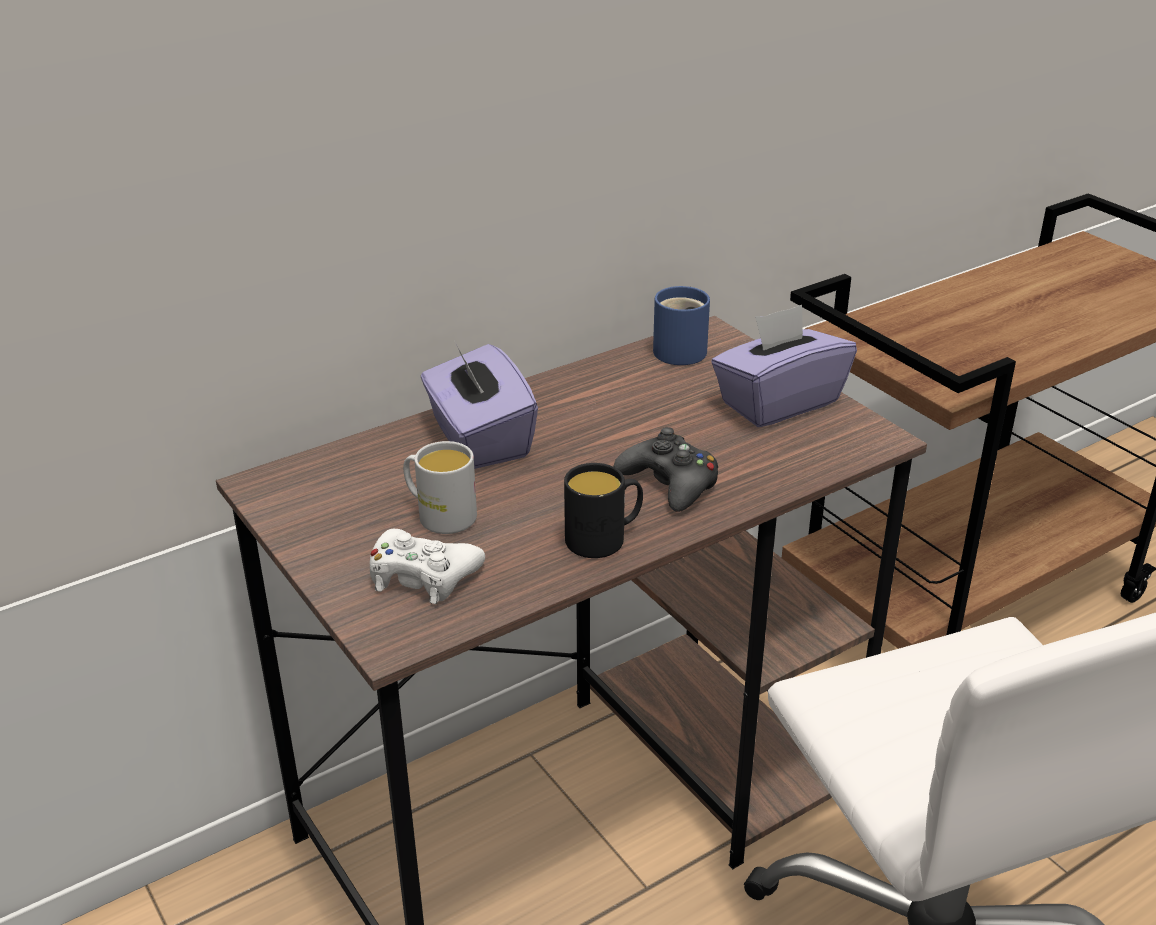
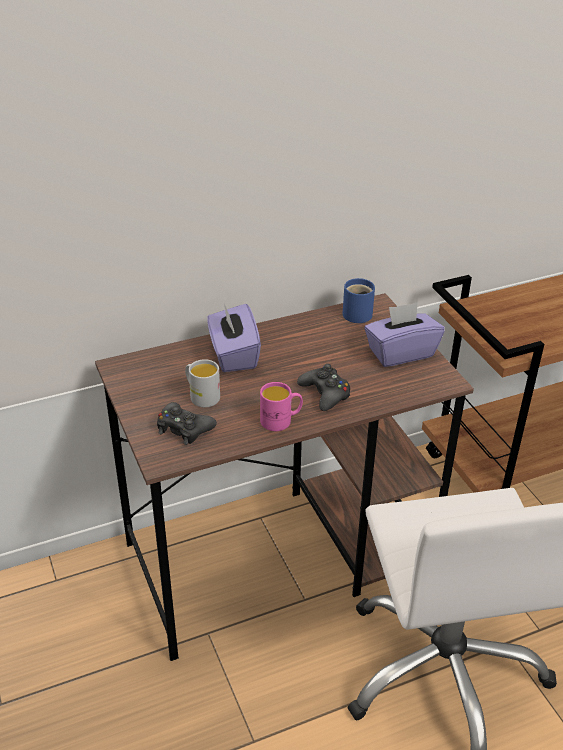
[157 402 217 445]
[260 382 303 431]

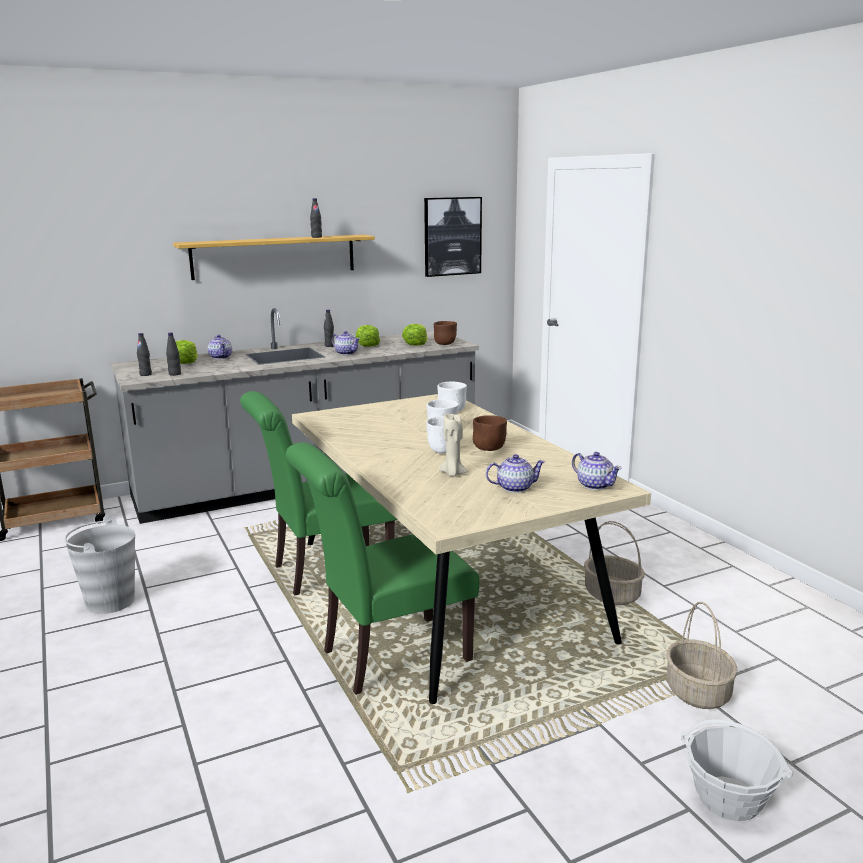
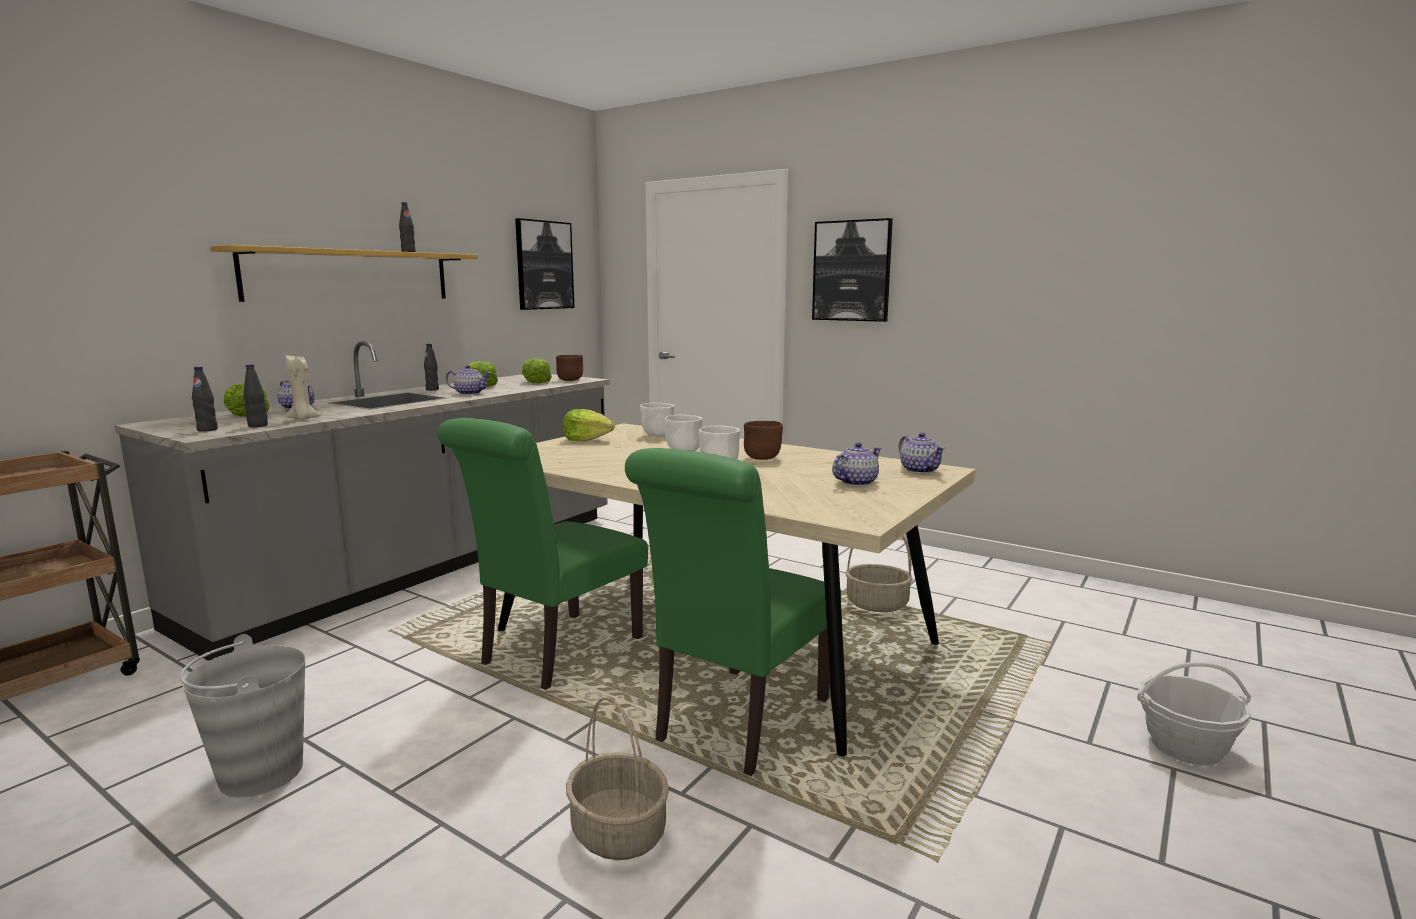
[285 355 320 420]
[899 432 945 474]
[566 697 669 860]
[563 409 615 441]
[812 218 893 322]

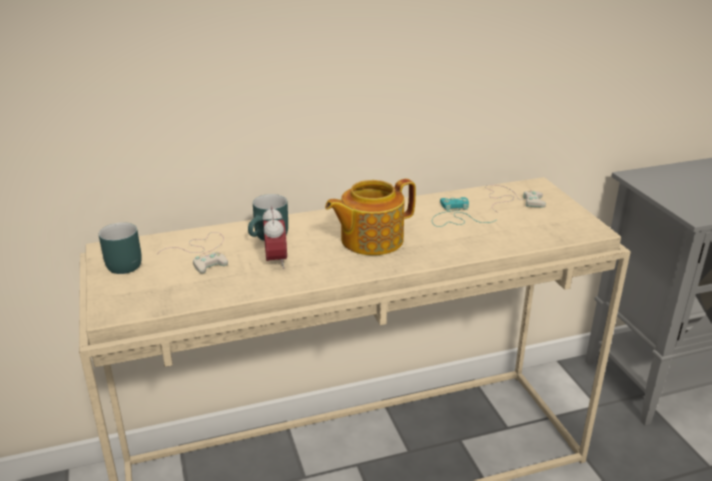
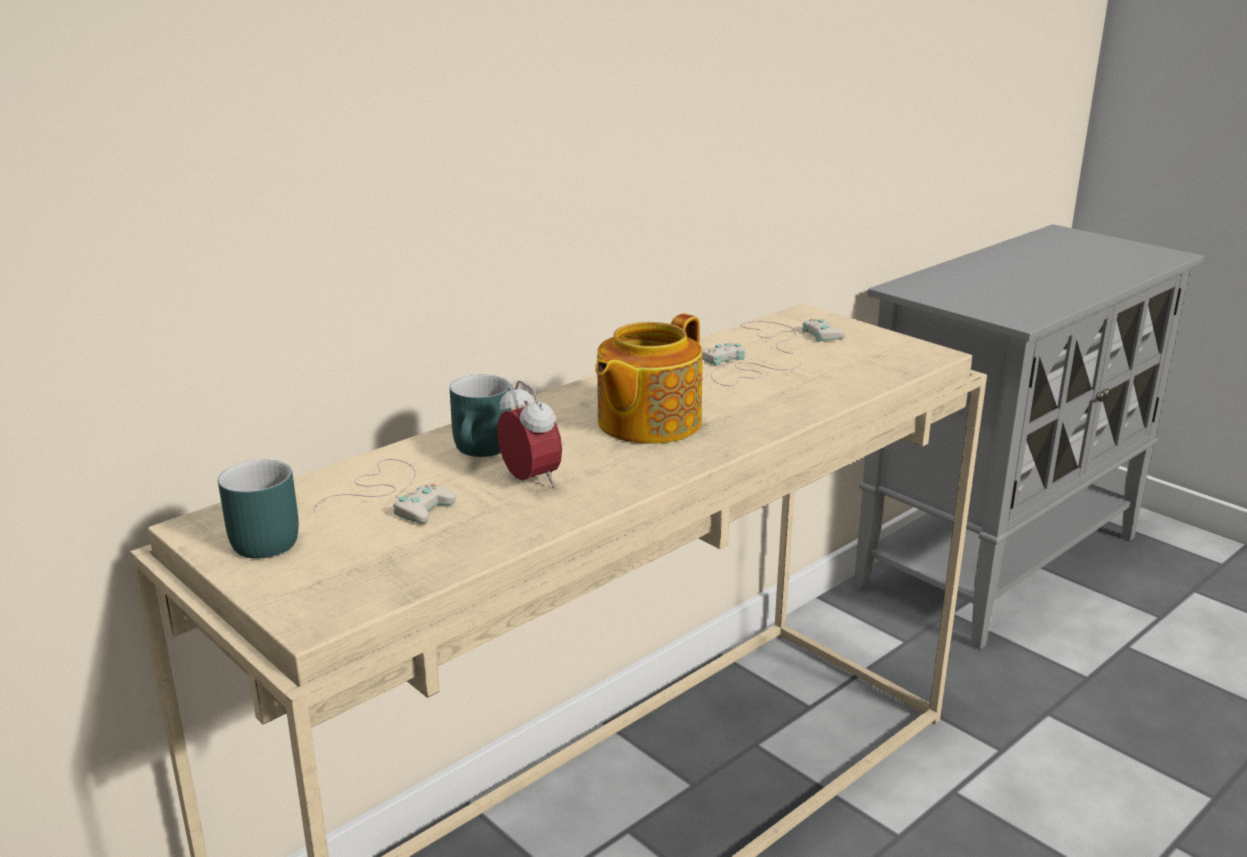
[702 343 802 386]

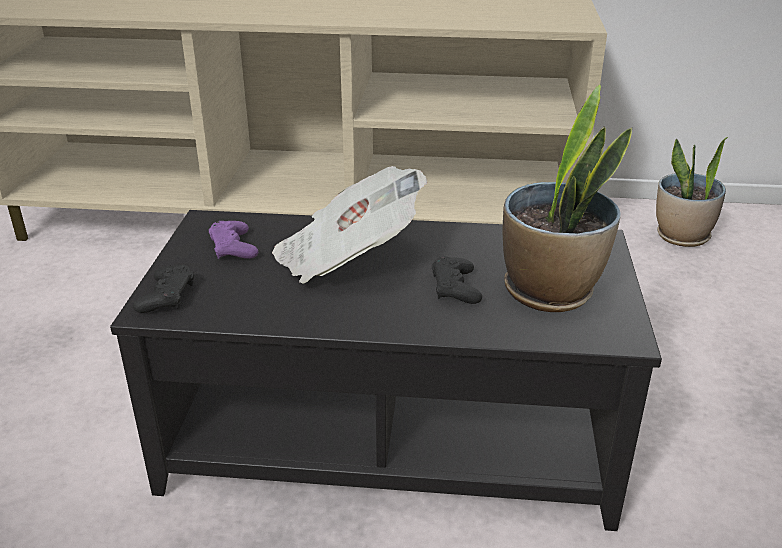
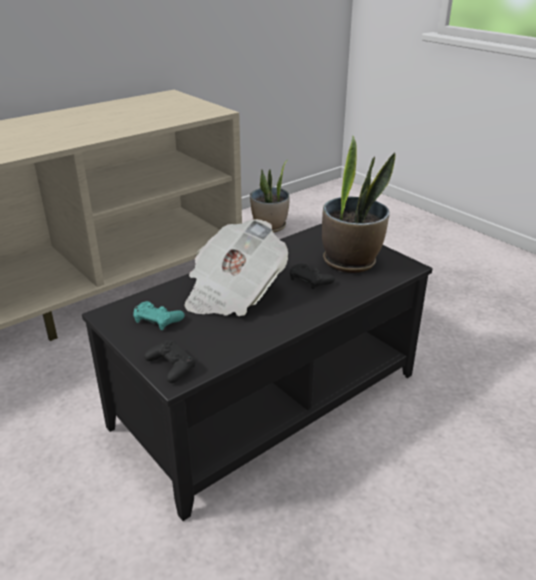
[133 301 185 330]

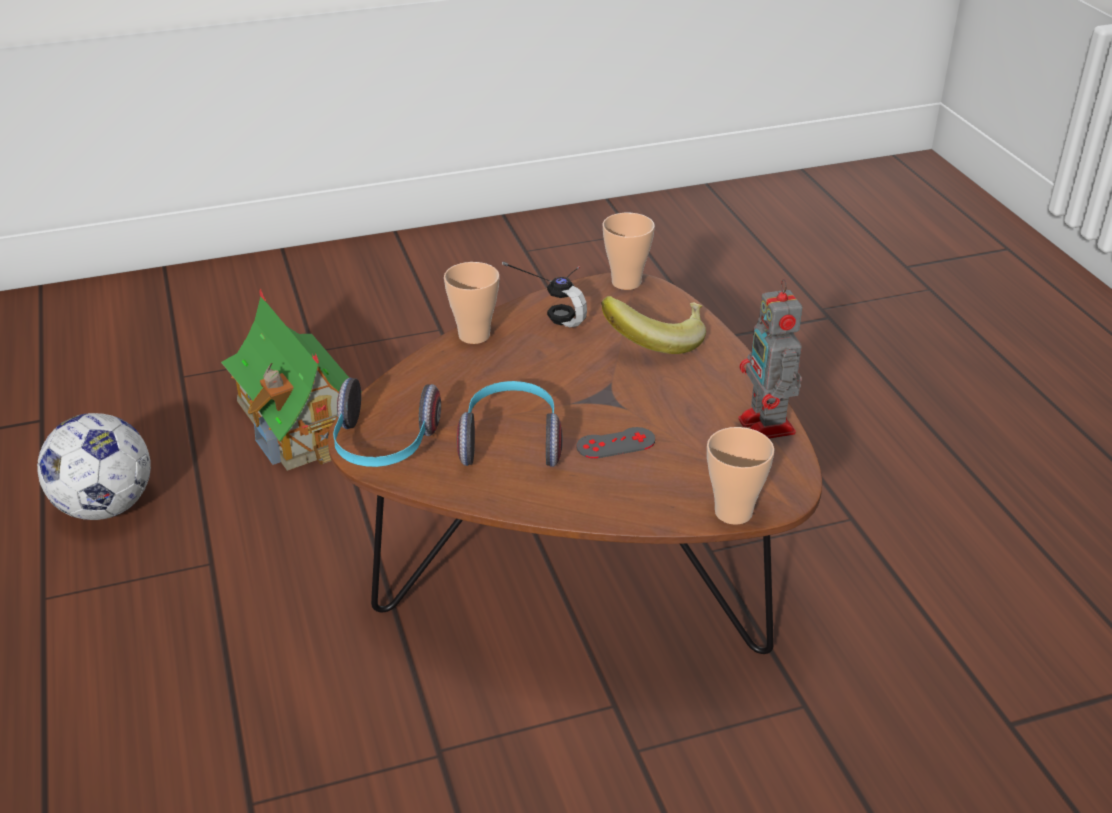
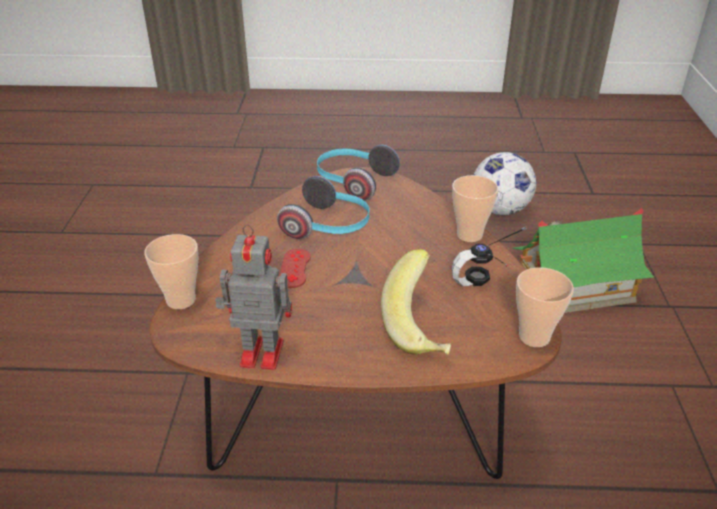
[279 249 311 288]

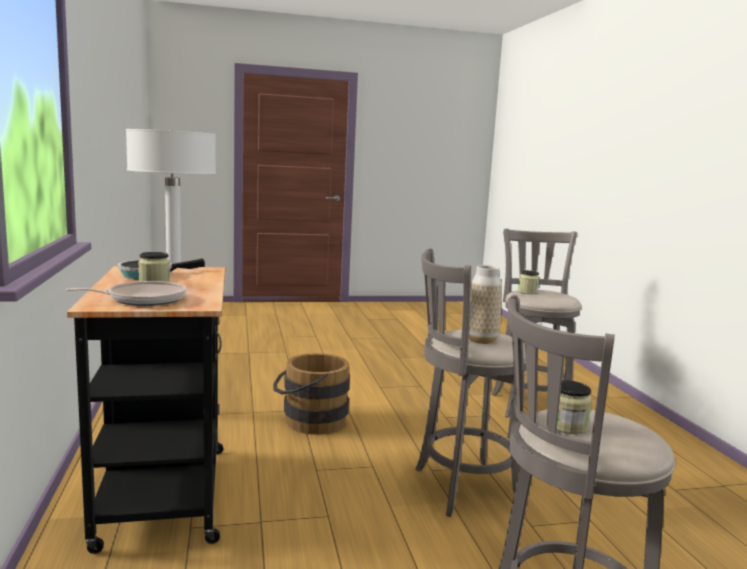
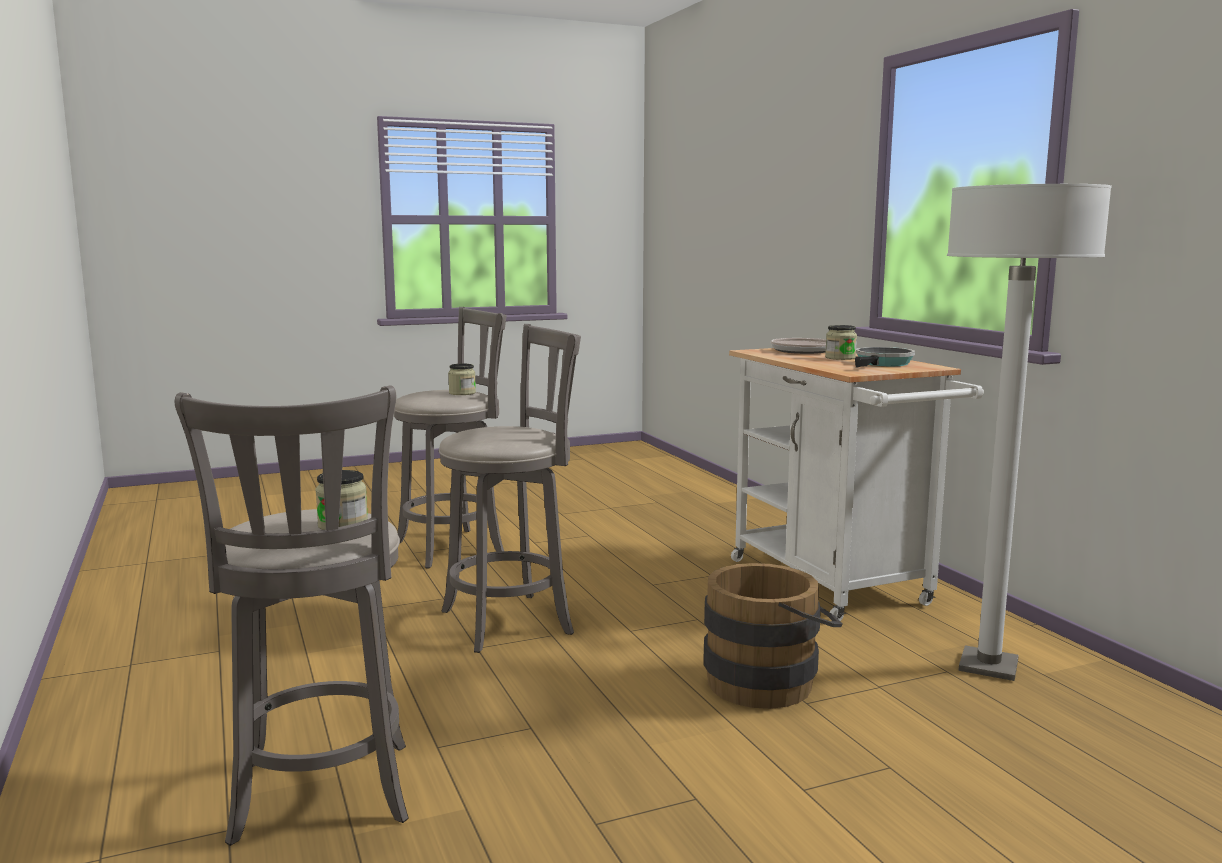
[729 348 984 621]
[469 265 502 344] (first image)

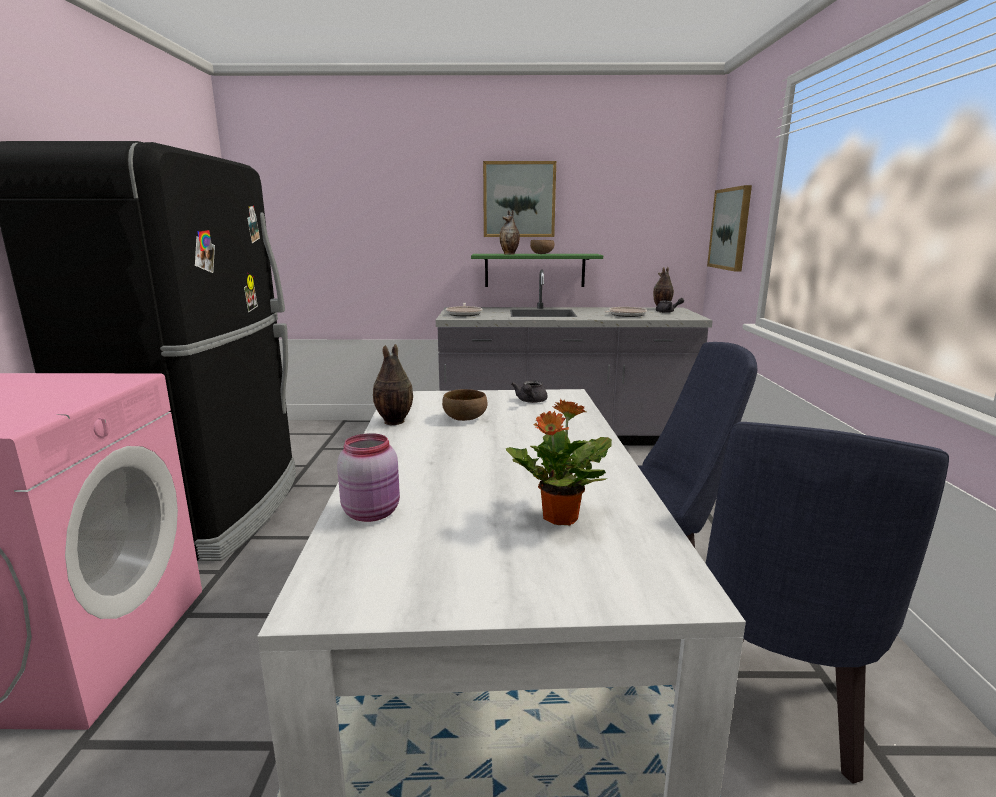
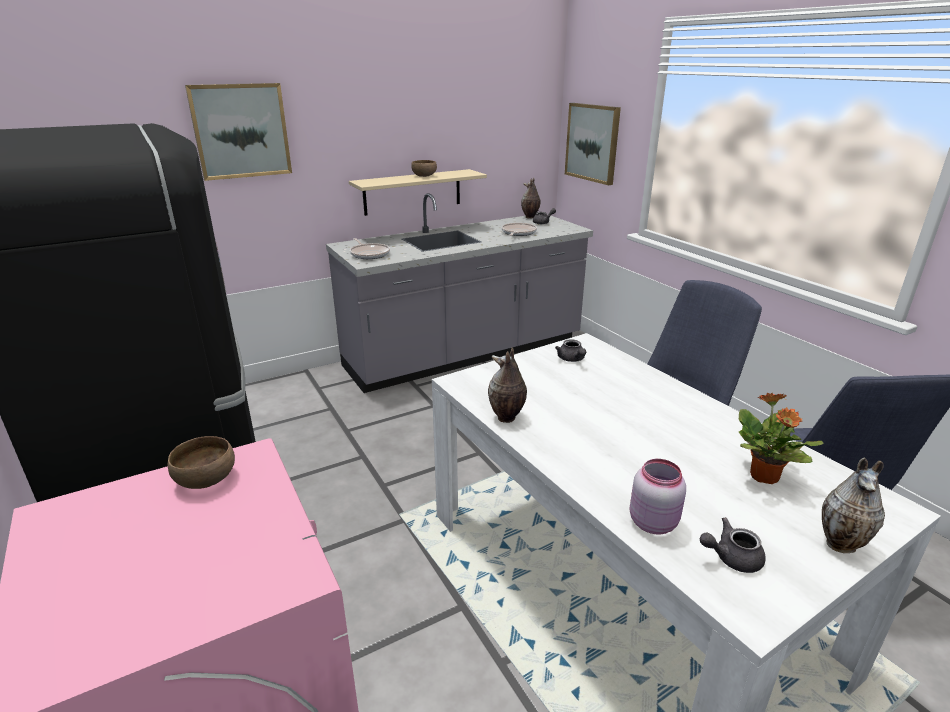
[168 436 235 489]
[349 169 487 216]
[185 83 292 181]
[822 458 885 553]
[700 517 766 573]

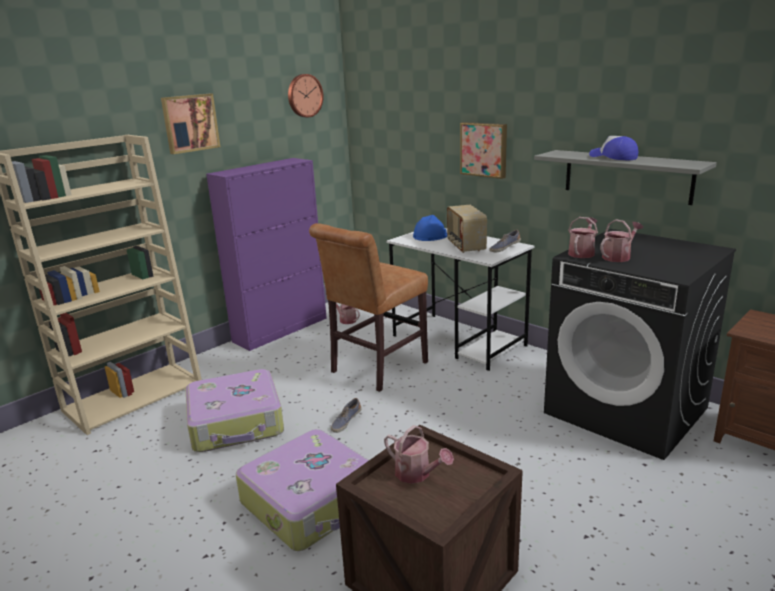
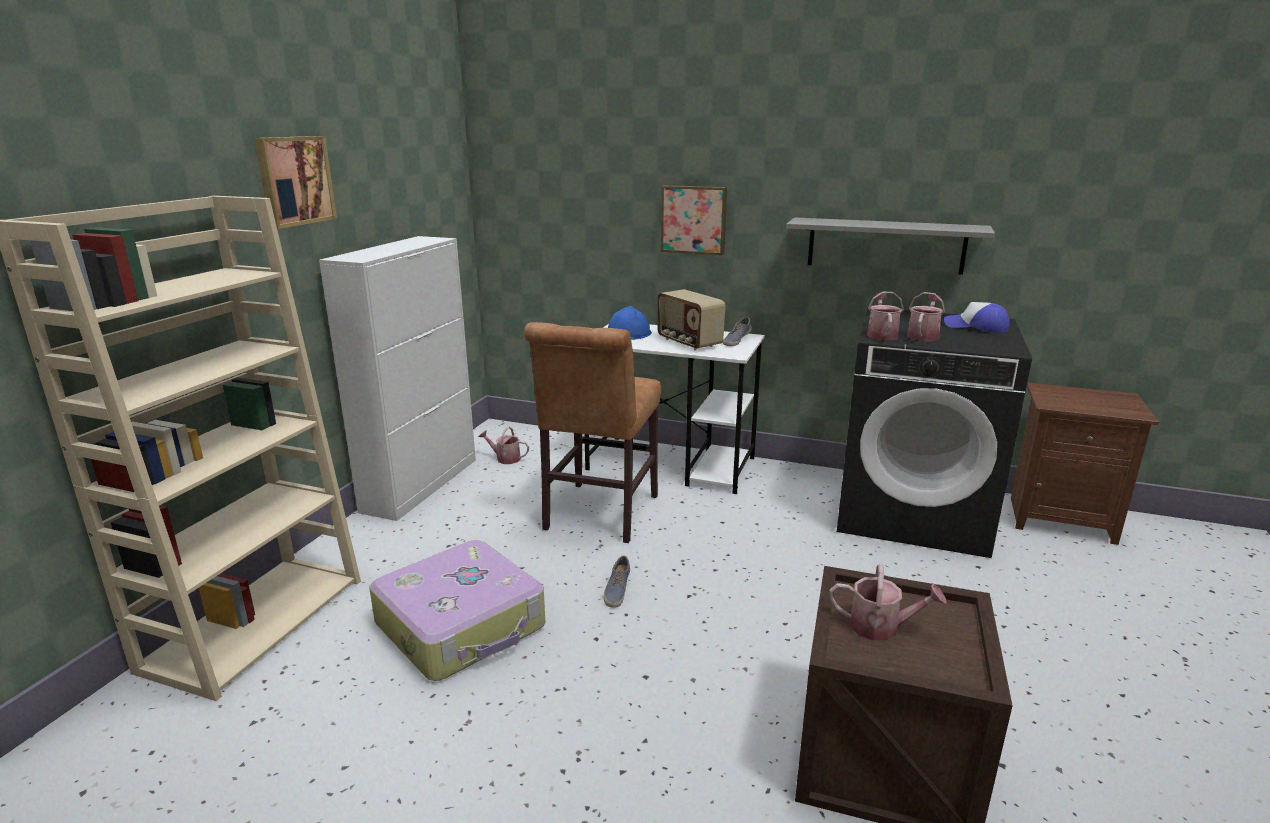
[319 236 476 521]
[236 429 369 551] (first image)
[288 74 324 117] (first image)
[944 302 1009 333]

